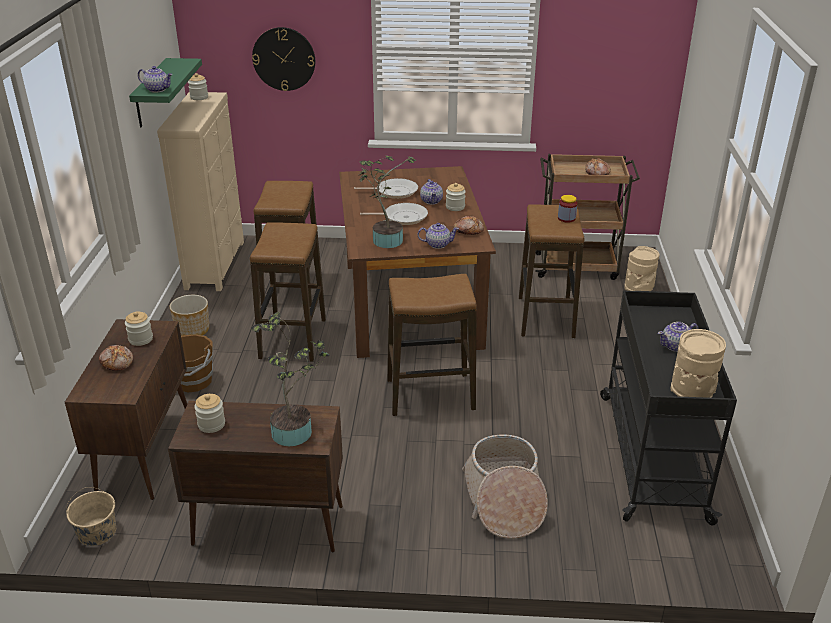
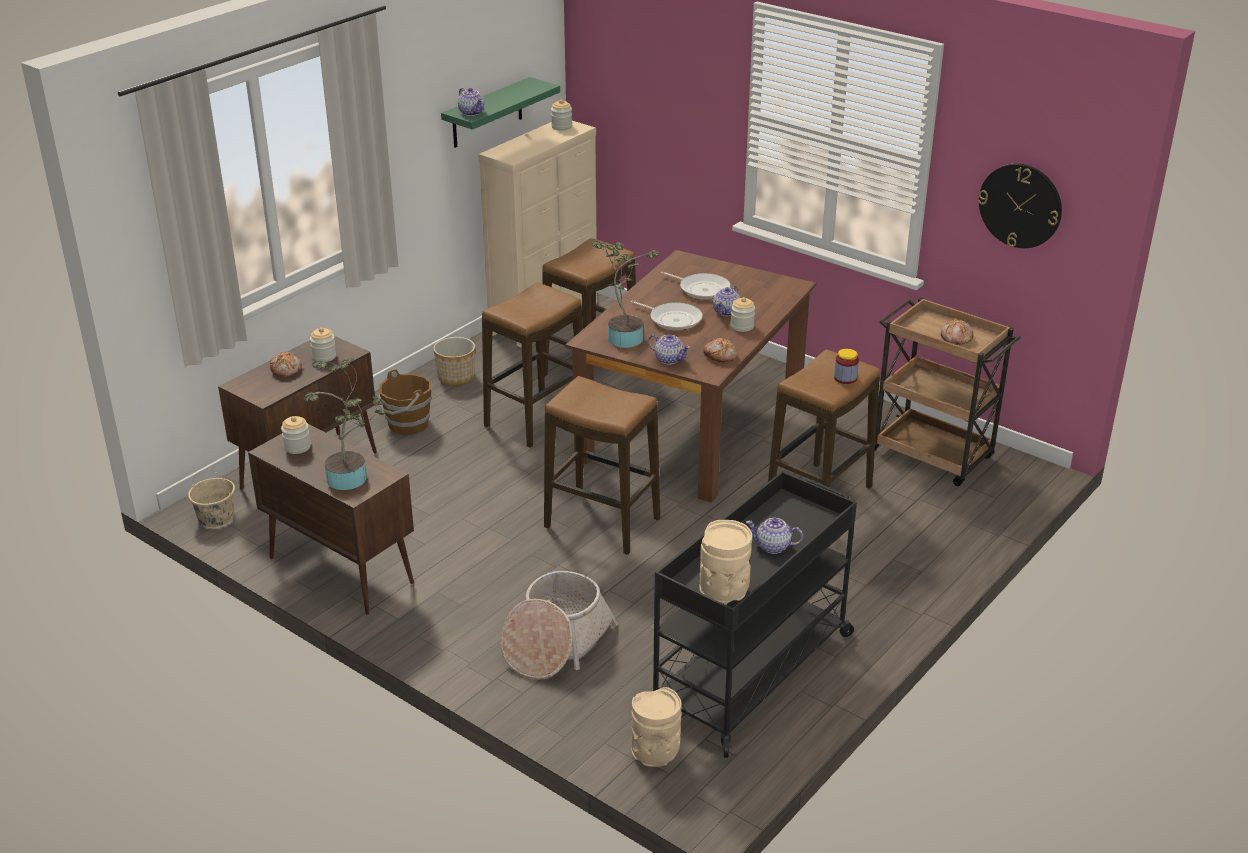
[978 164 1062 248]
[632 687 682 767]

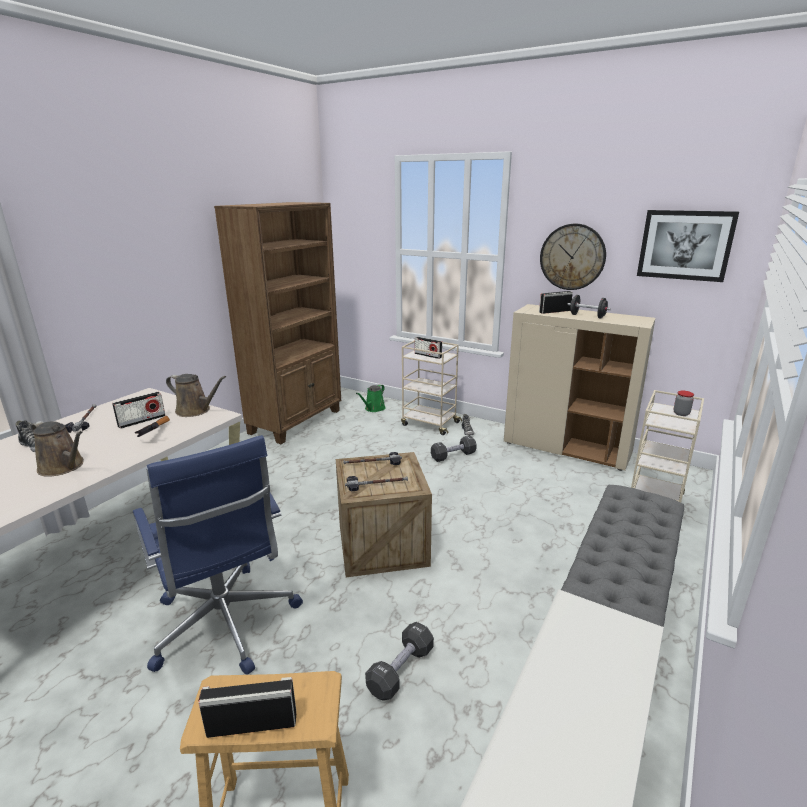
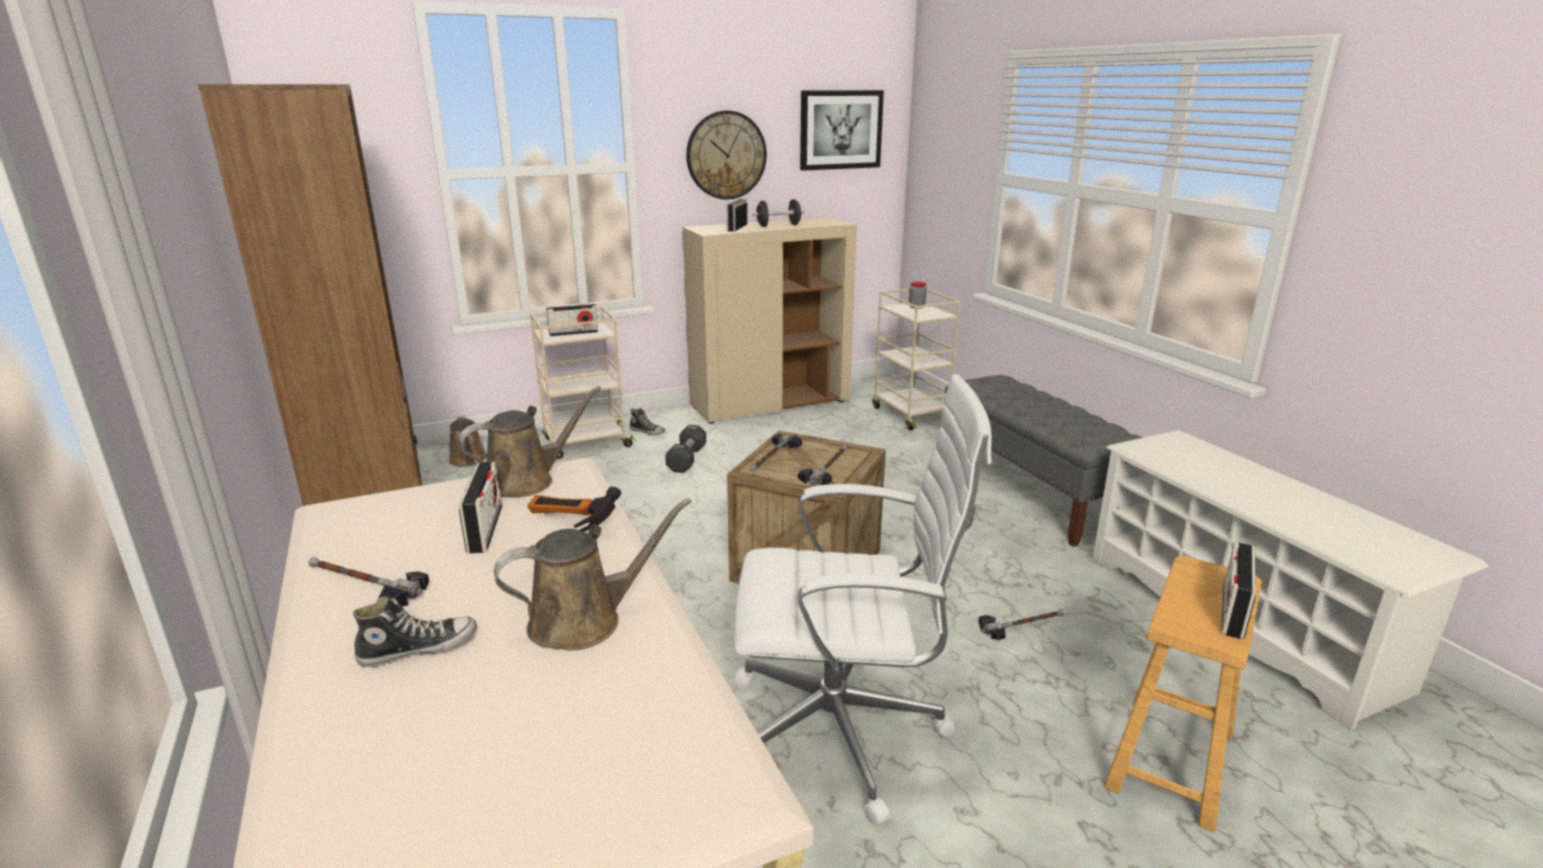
[732 374 992 826]
[449 416 487 467]
[979 609 1064 640]

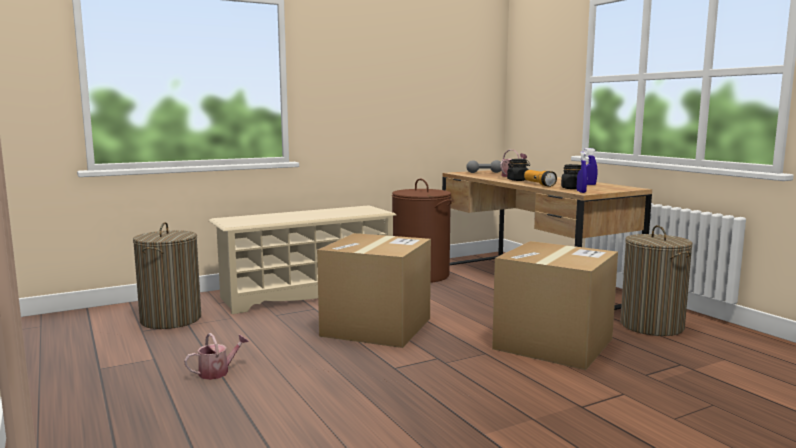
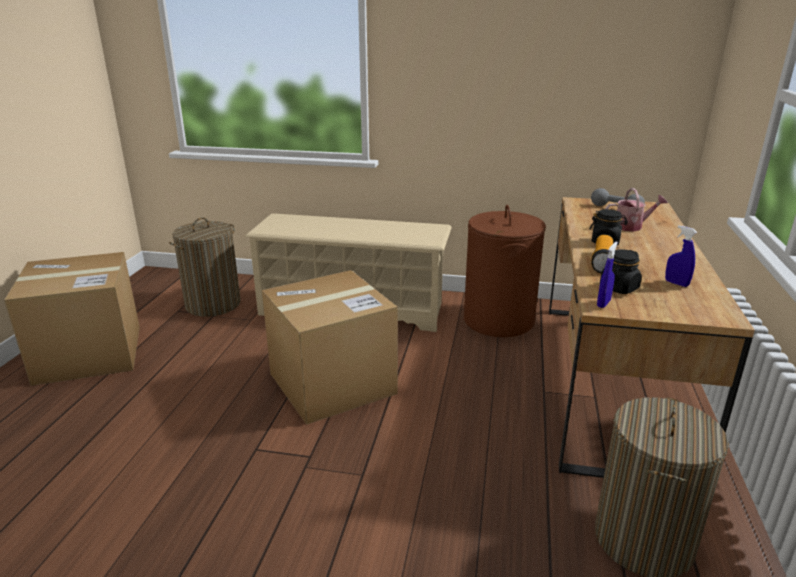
[184 333 249 380] (first image)
[4 252 140 386]

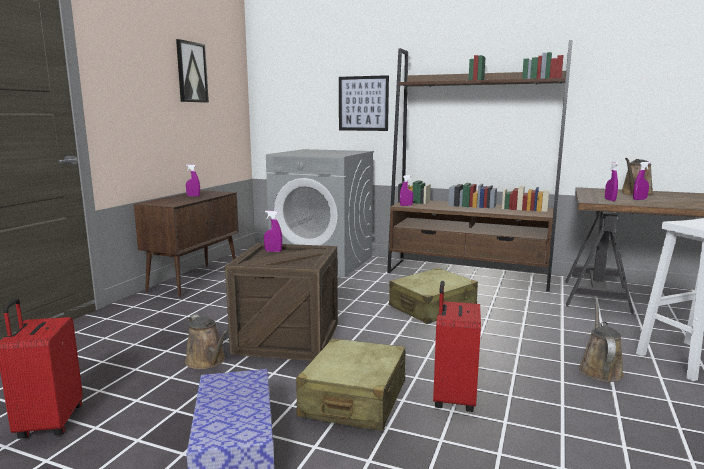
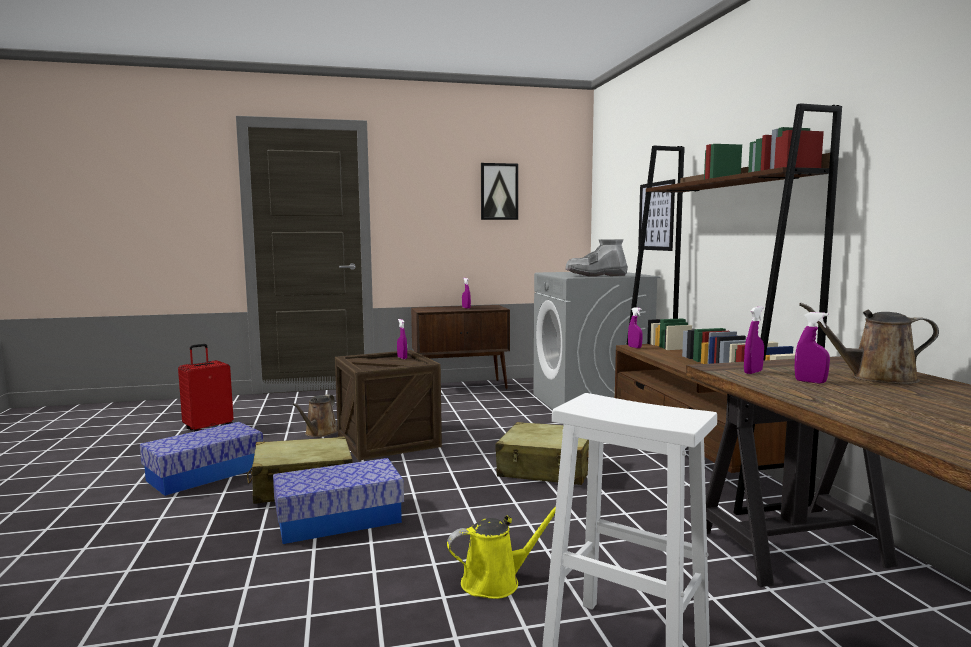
[273 458 404 544]
[447 506 556 599]
[566 239 628 277]

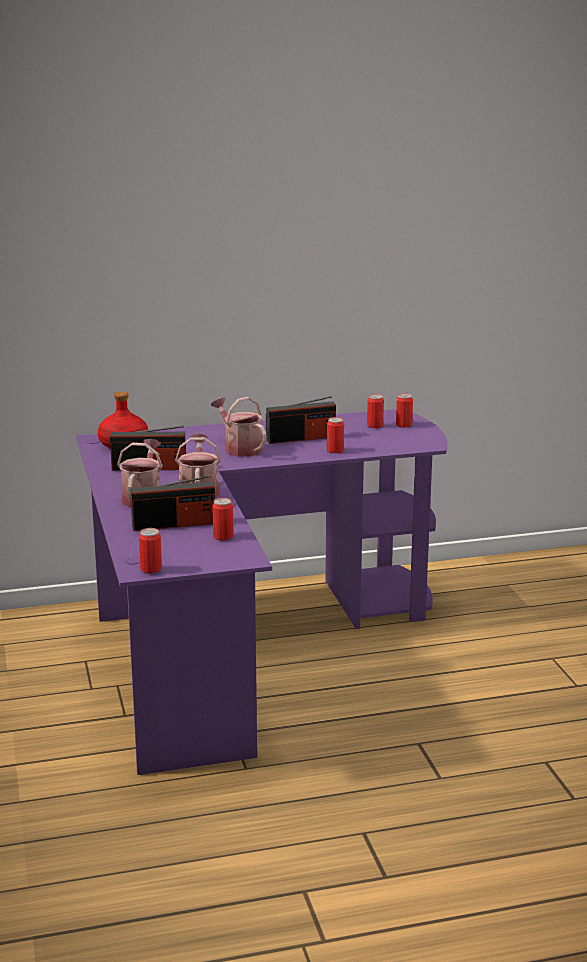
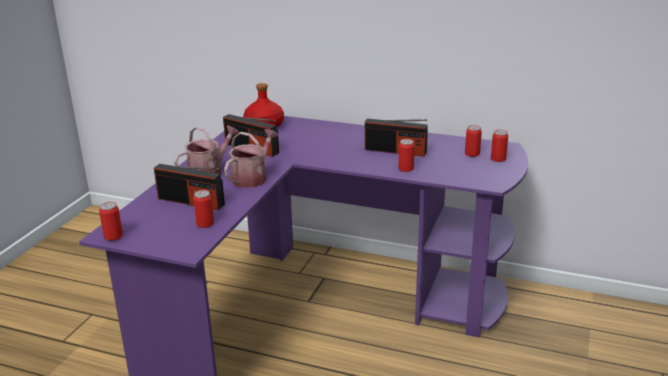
[211 397 267 457] (first image)

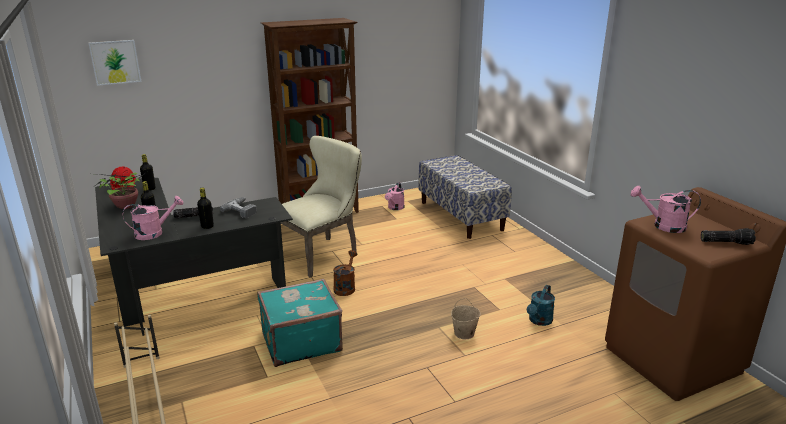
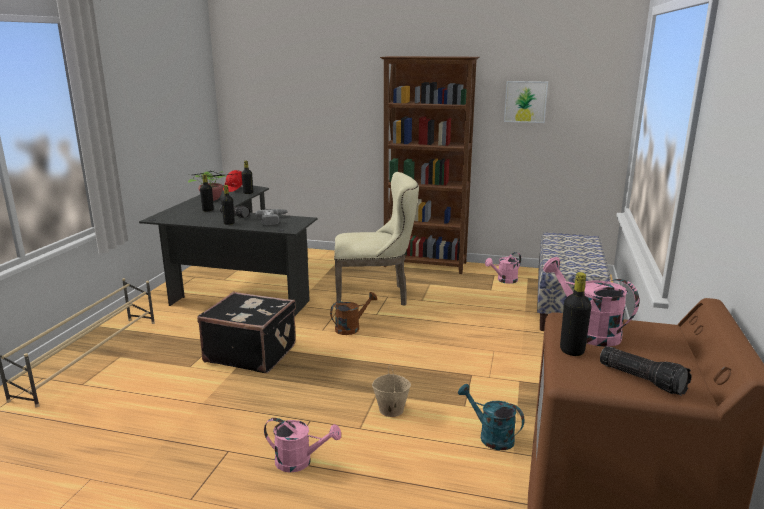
[504 81 548 123]
[264 418 341 473]
[197 292 296 373]
[458 384 525 450]
[560 272 591 356]

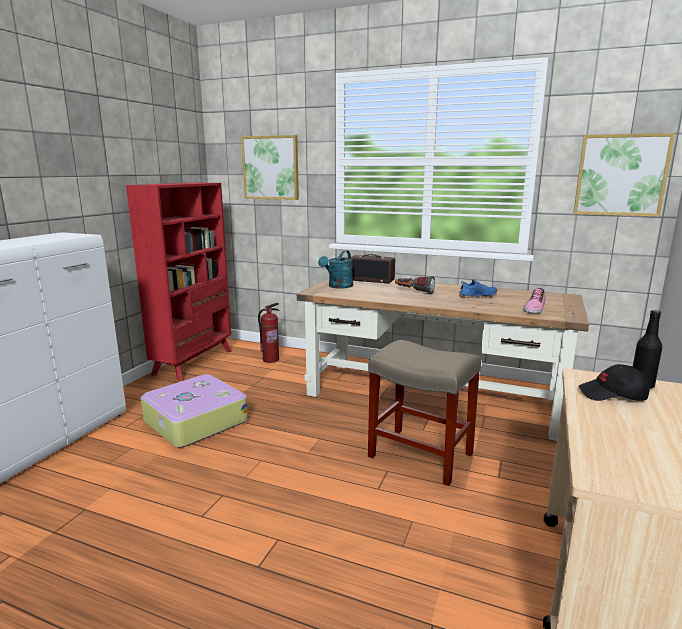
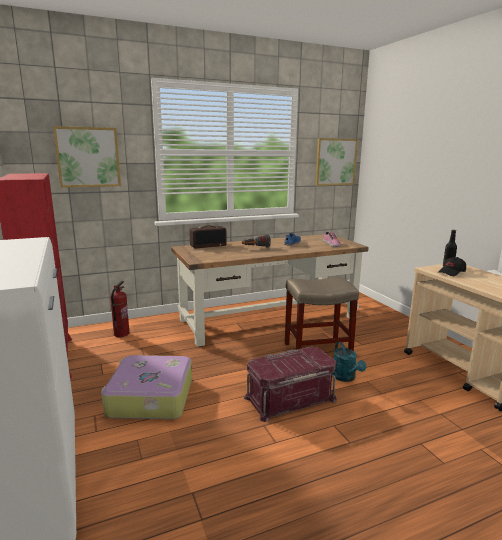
[332 341 366 382]
[244 347 337 422]

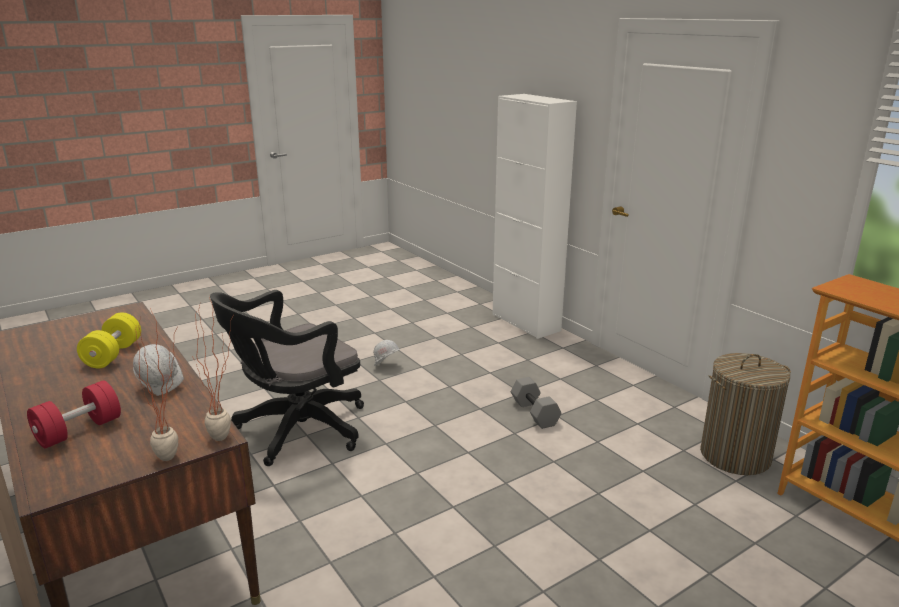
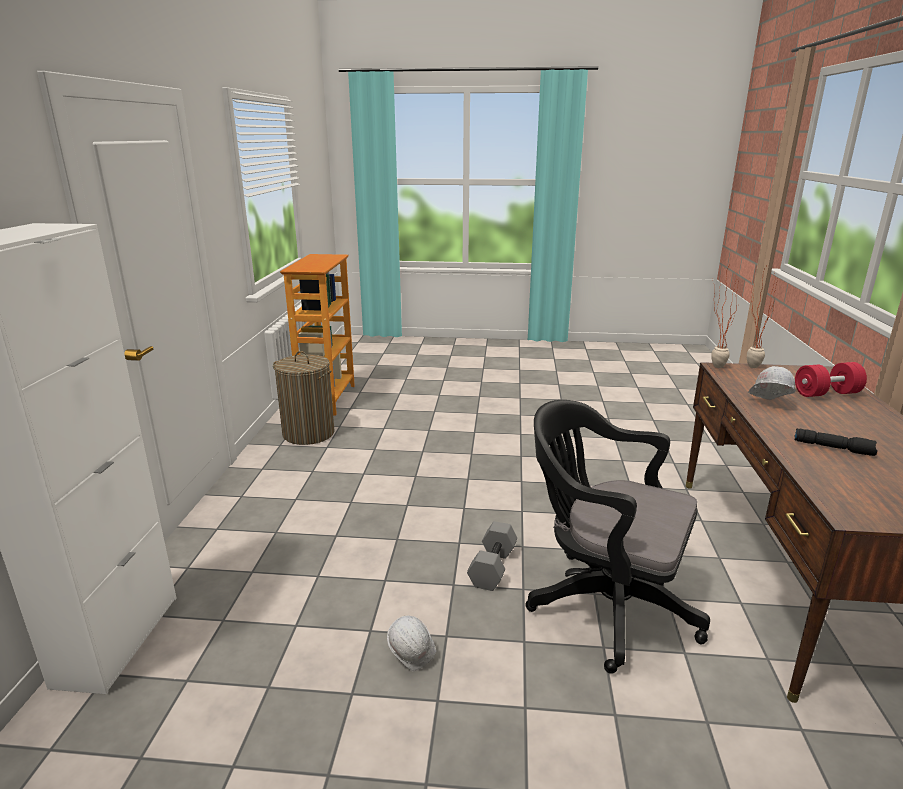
[794 429 877 456]
[525 400 710 674]
[467 521 517 591]

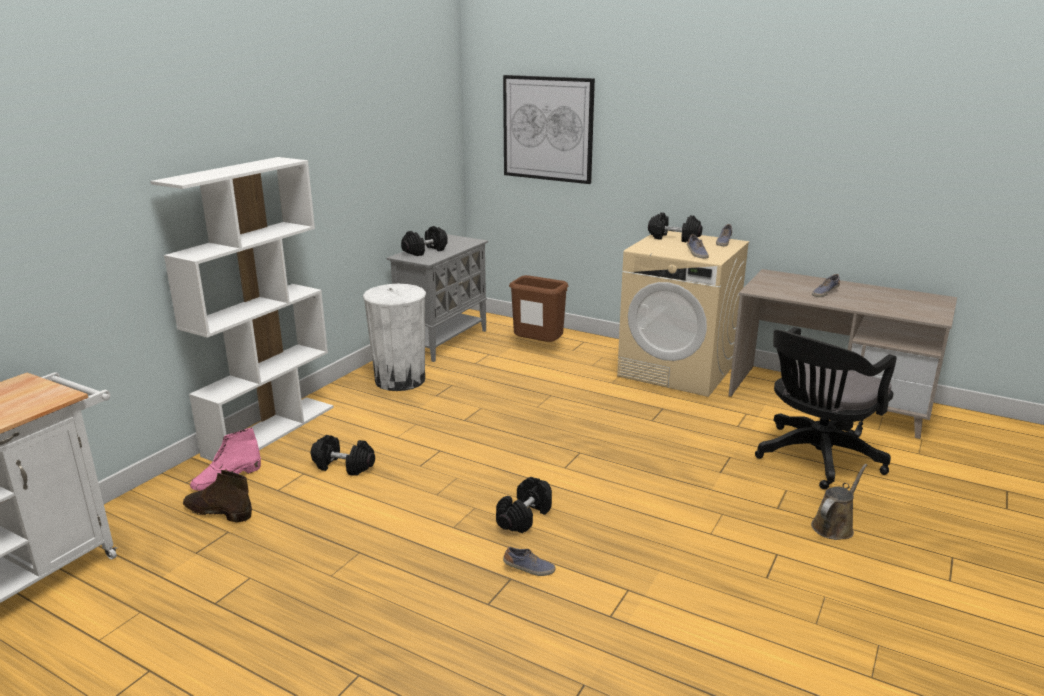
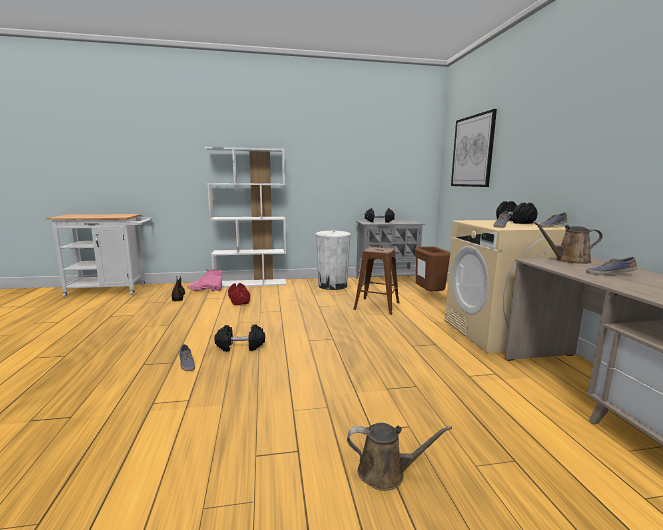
[228 283 250 305]
[755 327 896 490] (first image)
[354 247 399 315]
[533 221 603 264]

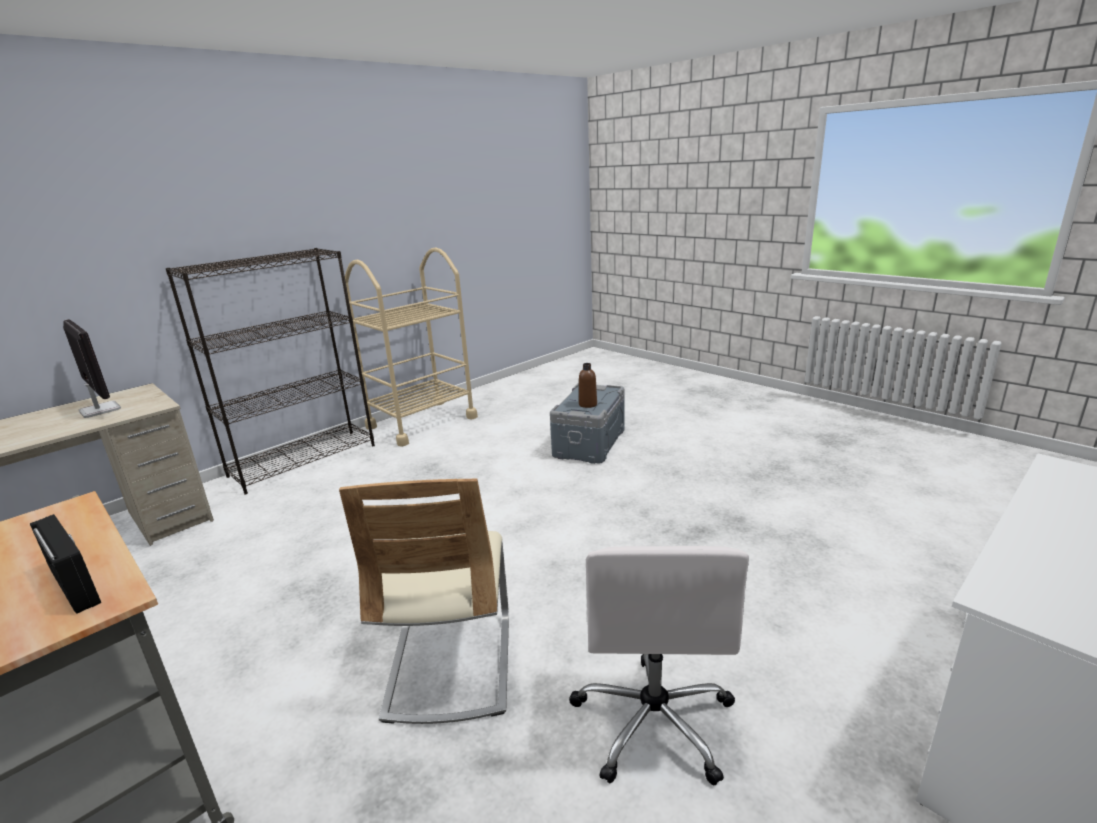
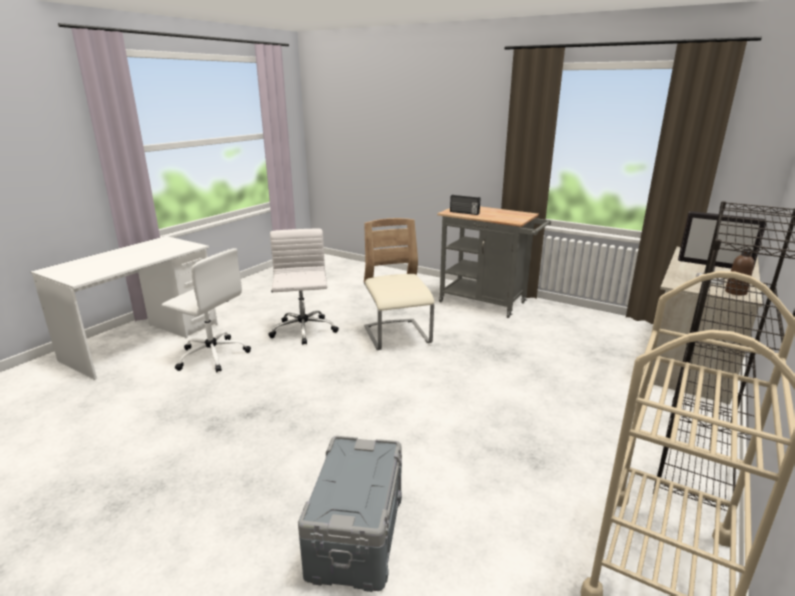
[725 249 754 296]
[161 248 251 372]

